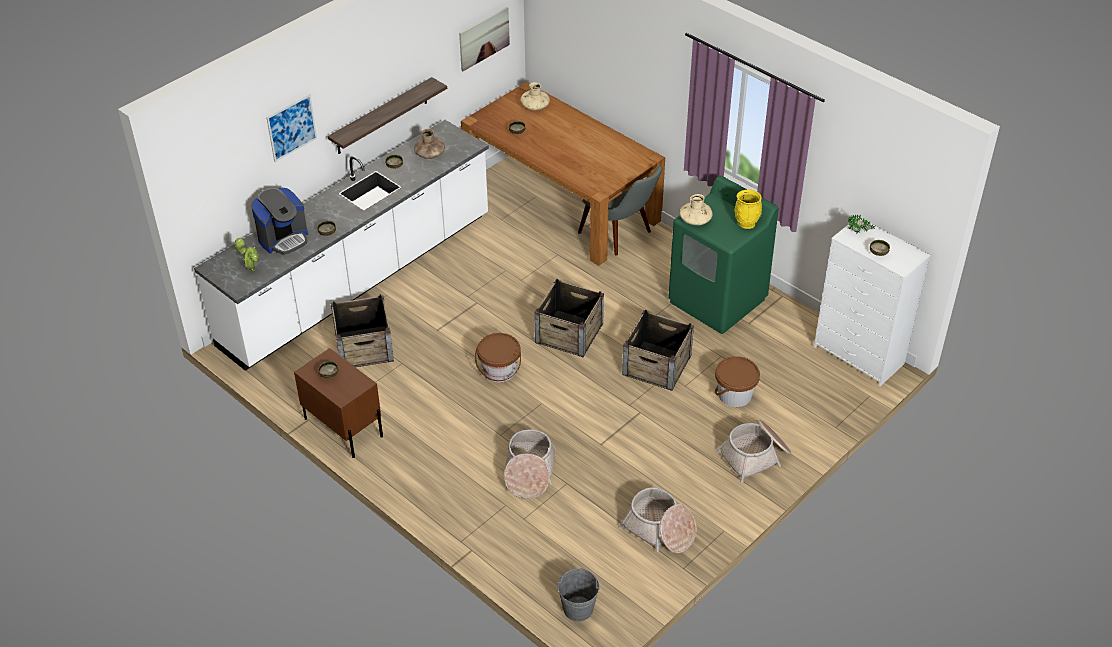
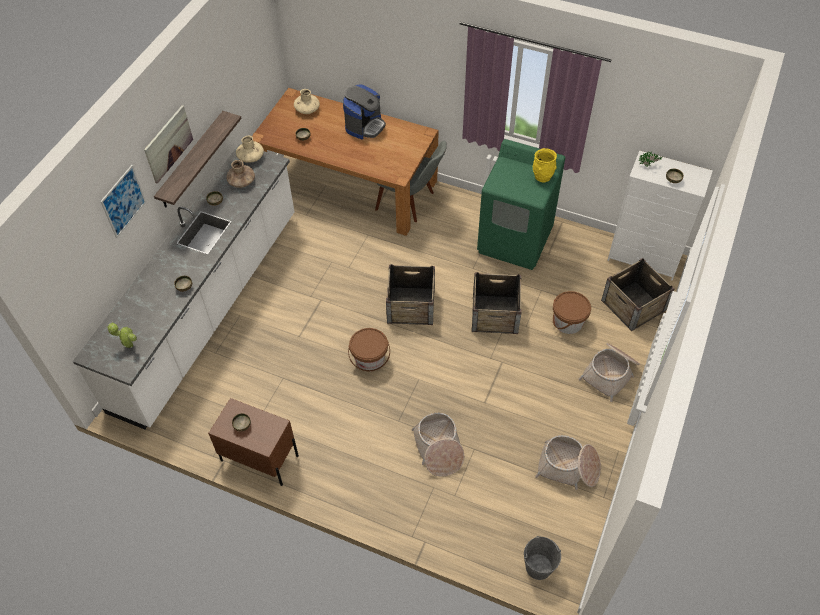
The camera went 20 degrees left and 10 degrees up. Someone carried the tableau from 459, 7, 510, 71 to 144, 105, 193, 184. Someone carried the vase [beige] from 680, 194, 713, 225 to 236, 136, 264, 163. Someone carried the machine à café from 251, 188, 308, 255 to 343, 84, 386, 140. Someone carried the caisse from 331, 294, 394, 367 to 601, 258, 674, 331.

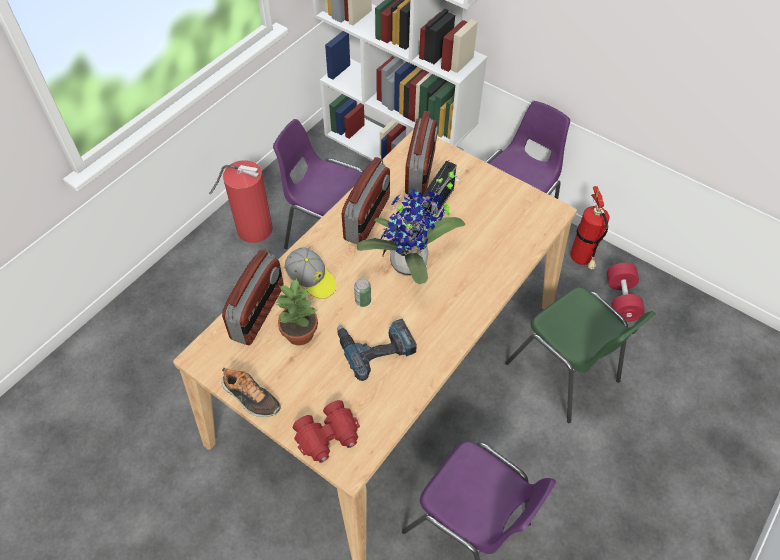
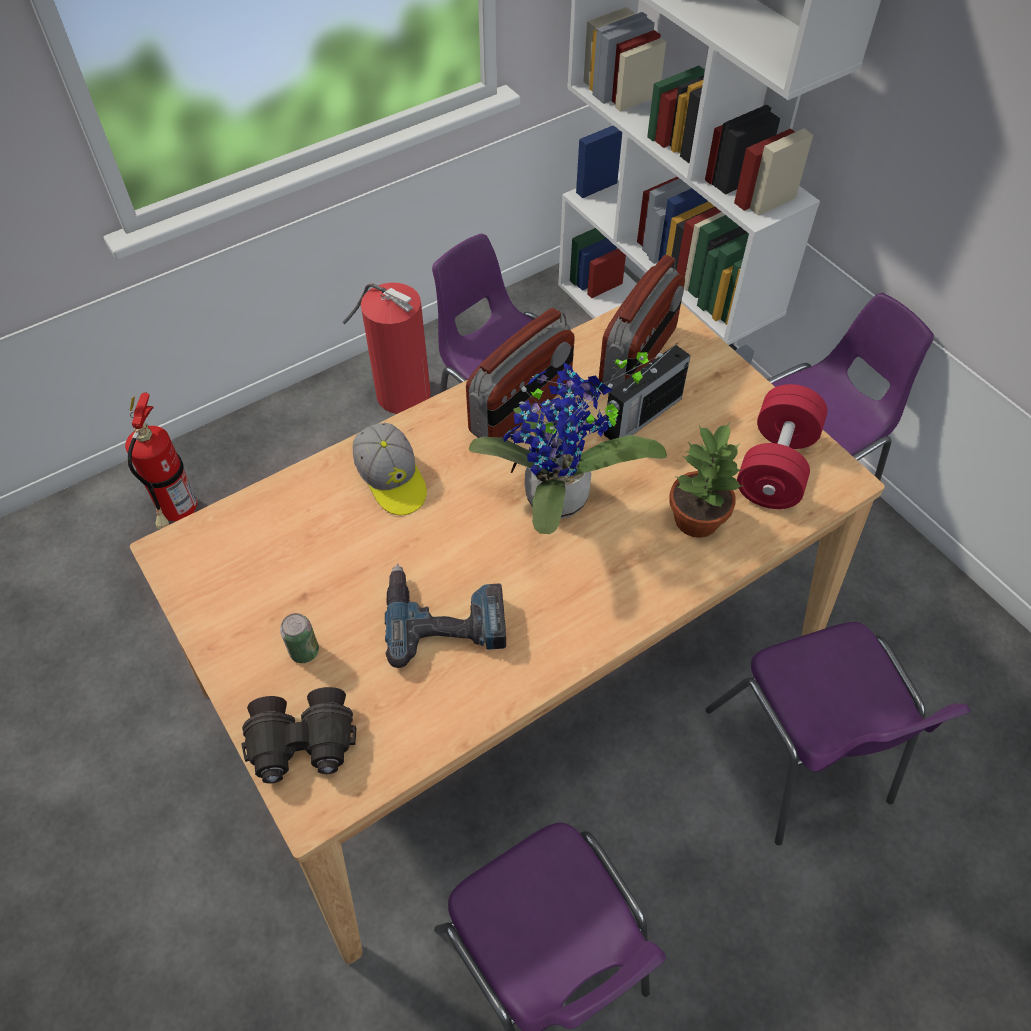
The camera went 20 degrees right and 0 degrees up. Someone carried the extincteur from 570, 186, 610, 269 to 125, 392, 197, 529. Someone repainted the jumelles [rouge] at 293, 400, 360, 463, which became the jumelles [noir] at 241, 687, 356, 784. Someone carried the boîte métallique from 354, 278, 371, 307 to 280, 613, 319, 663. Someone carried the plante en pot from 276, 278, 318, 345 to 669, 422, 743, 538. Someone repainted the chaise [vert] at 505, 287, 656, 423, which became the chaise [violet] at 706, 622, 971, 845. Someone carried the haltère [rouge] from 607, 263, 645, 322 to 737, 384, 827, 509. Someone took away the radio at 222, 249, 284, 345. Someone took away the chaussure at 222, 368, 281, 417.

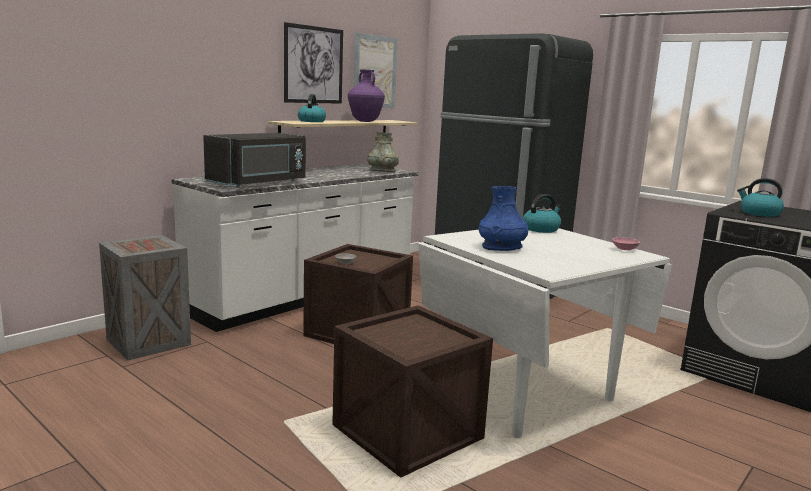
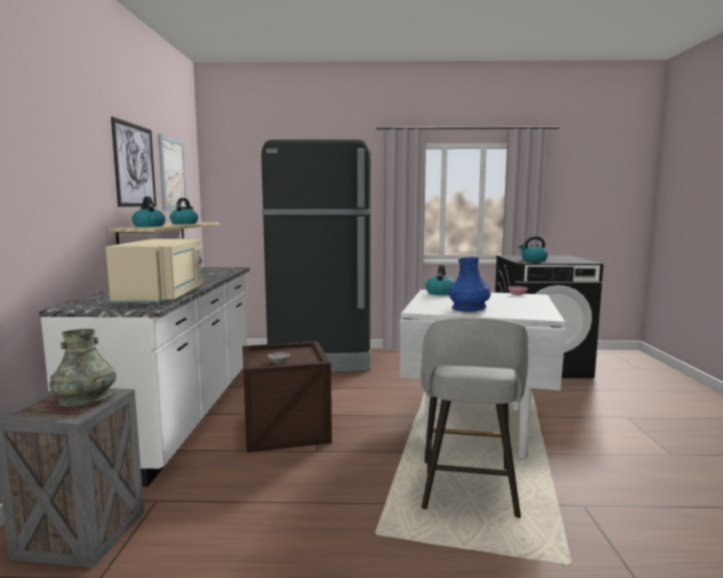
The camera went 40 degrees left and 5 degrees down. Someone carried the vase [gris] from 367, 132, 399, 172 to 49, 329, 116, 407. Someone repainted the micro-ondes [noir] at 203, 133, 306, 188, which became the micro-ondes [beige] at 106, 239, 203, 305. Someone swapped the vase [violet] at 348, 69, 385, 122 for the bouilloire at 170, 198, 198, 224. Someone swapped the caisse at 332, 305, 493, 478 for the tabouret [gris] at 421, 317, 528, 518.

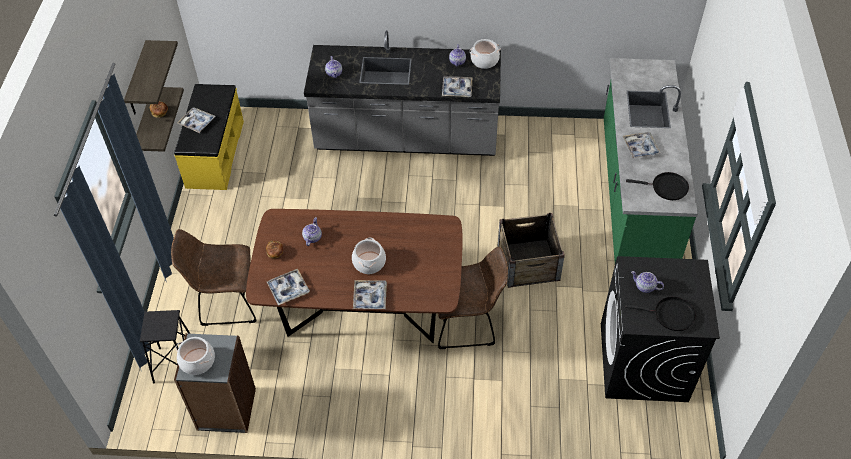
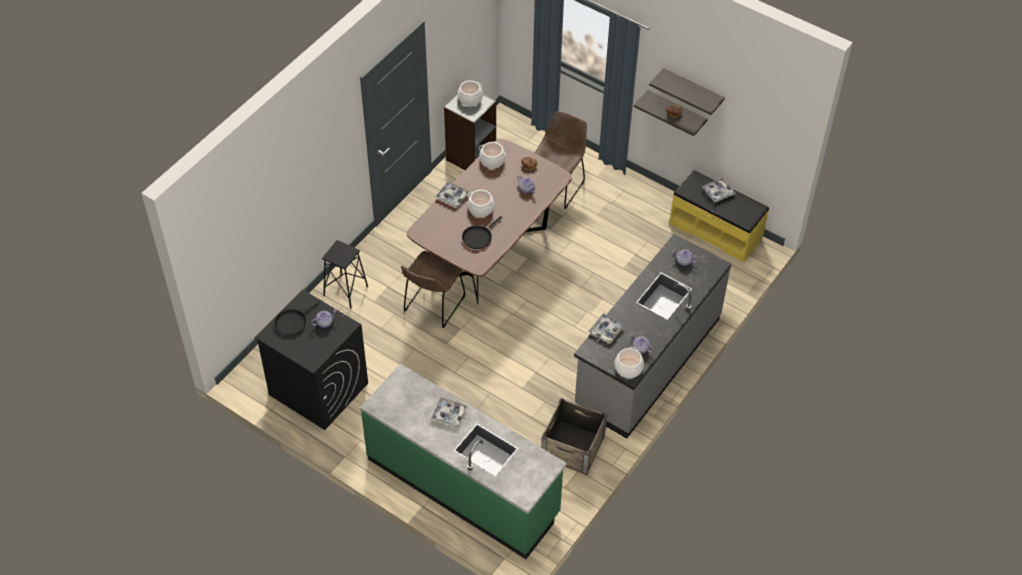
The camera went 120 degrees right and 0 degrees up. Someone carried the tabouret [noir] from 140, 310, 191, 383 to 322, 240, 368, 309. Someone carried the poêle [noir] from 626, 172, 689, 200 to 462, 216, 502, 249. Someone swapped the plateau at 267, 269, 310, 305 for the marmite at 479, 142, 506, 168. Someone carried the caisse from 498, 213, 565, 288 to 541, 398, 607, 475.

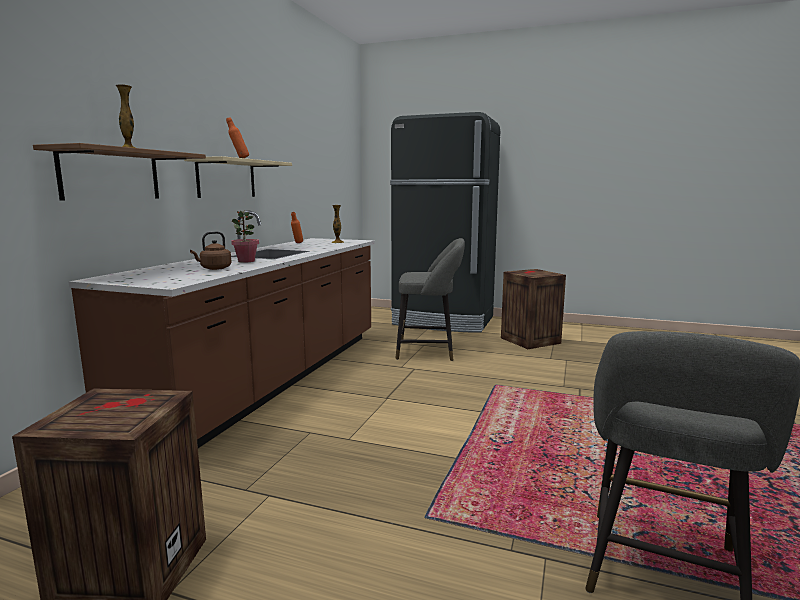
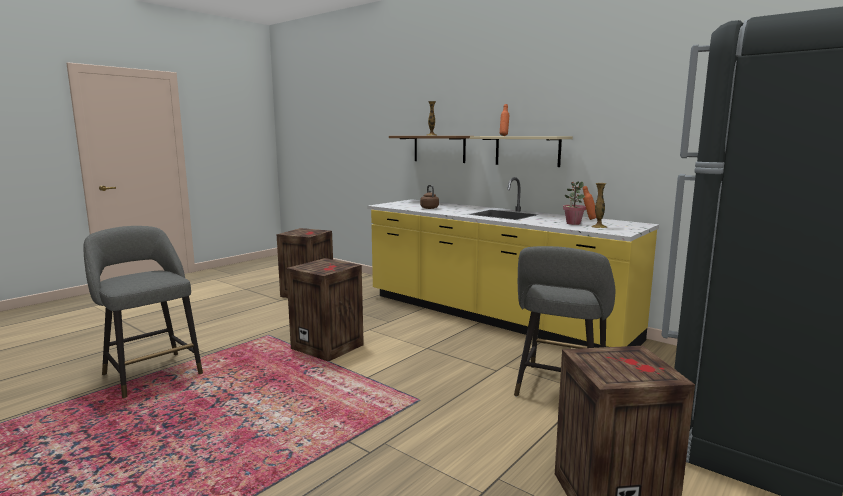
The camera went 110 degrees right and 0 degrees up. Someone put down the caisse at 286, 258, 364, 361. Someone repainted the comptoir de cuisine [marron] at 69, 210, 375, 448, which became the comptoir de cuisine [jaune] at 367, 177, 659, 348. Someone carried the plante en pot from 231, 210, 259, 263 to 563, 182, 586, 225.

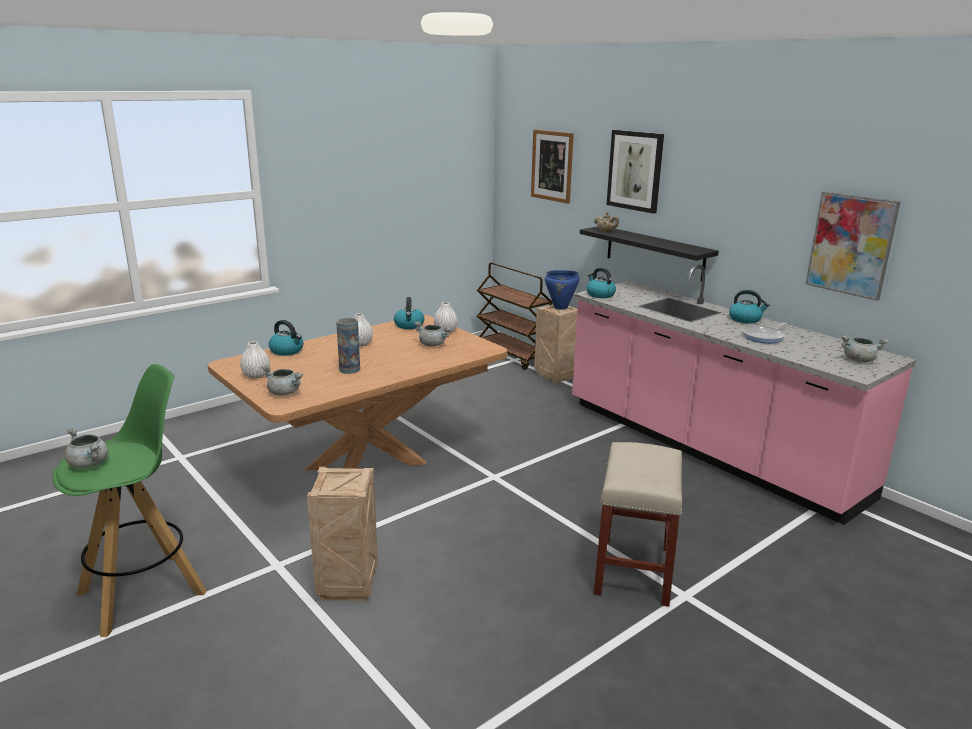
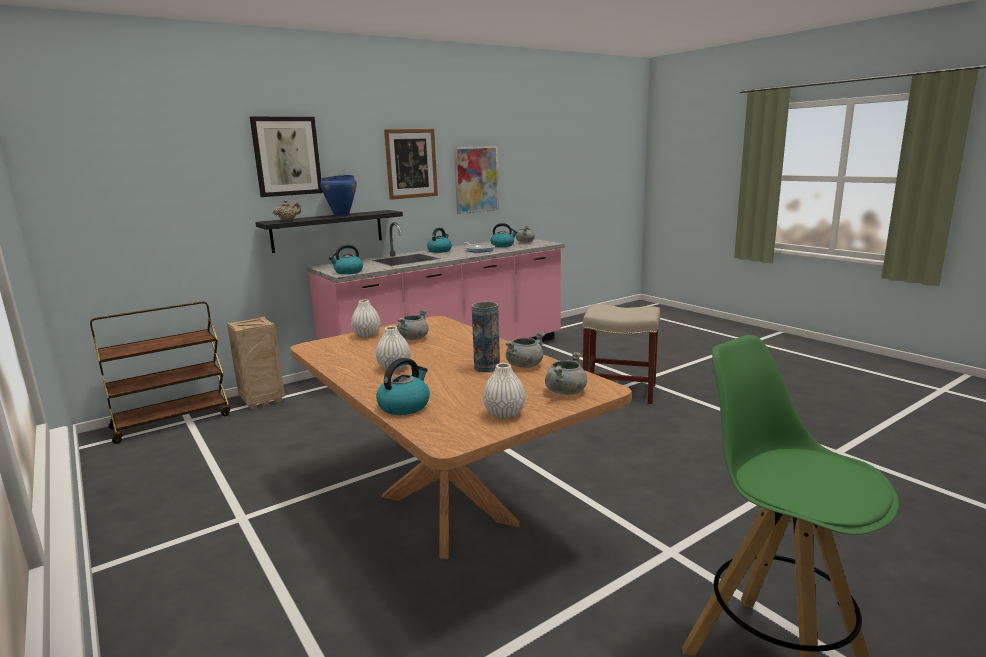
The camera went 85 degrees left and 5 degrees down. Someone carried the marmite [bleu] from 545, 270, 580, 309 to 320, 175, 357, 216. Someone carried the tableau from 531, 129, 574, 204 to 384, 129, 438, 200. Someone carried the bouilloire from 394, 297, 425, 329 to 491, 223, 518, 247. Someone carried the marmite [gris] from 65, 428, 108, 468 to 506, 332, 545, 368. Someone took away the caisse at 307, 467, 378, 601.

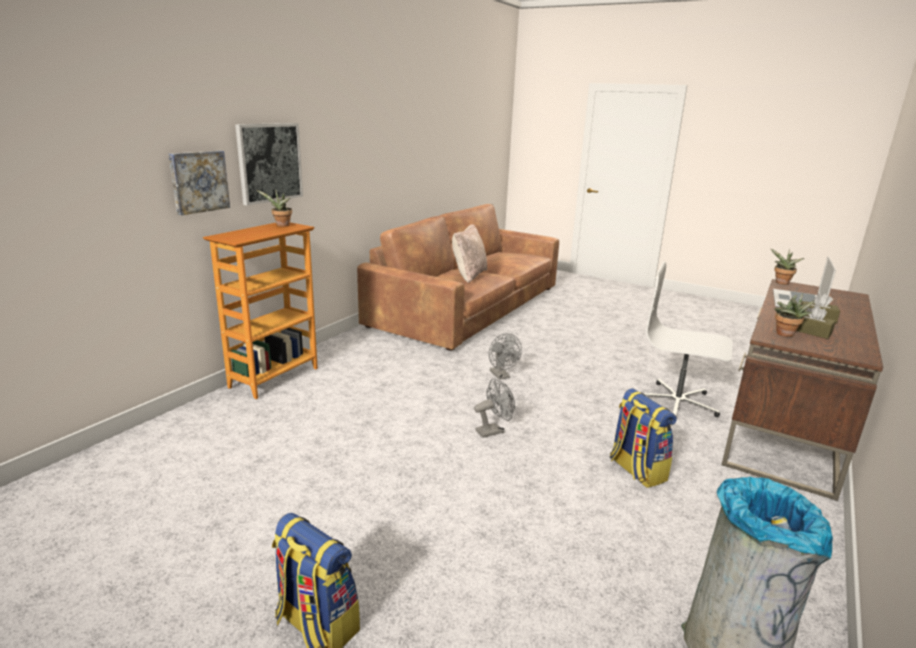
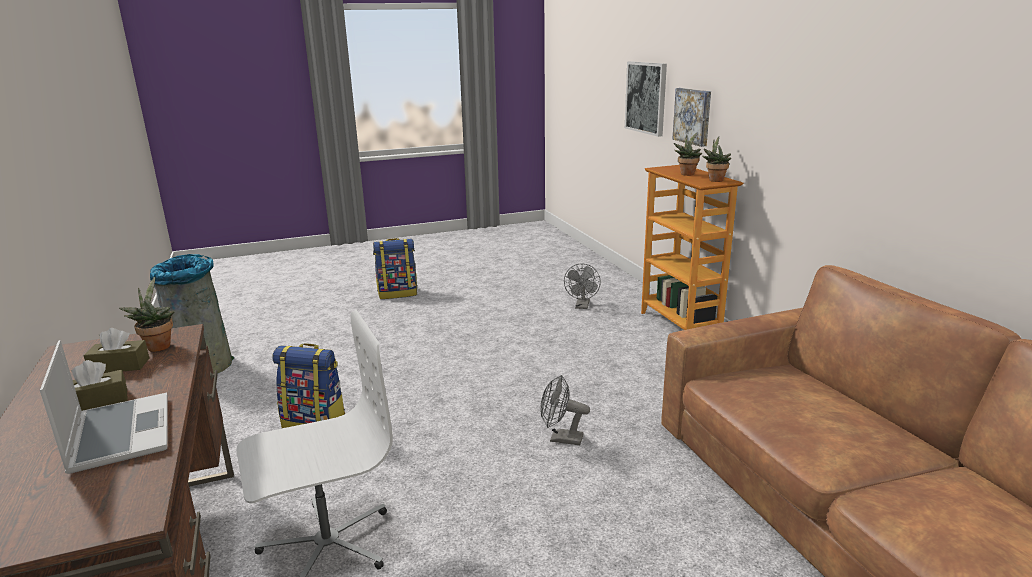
The camera went 130 degrees right and 0 degrees up. Someone carried the ventilateur [gris] from 474, 378, 515, 438 to 564, 263, 601, 309. Someone carried the tableau from 235, 123, 303, 206 to 625, 61, 667, 137. Someone carried the plante en pot from 771, 249, 805, 285 to 673, 133, 702, 176. Someone took away the coussin [beige] at 452, 224, 487, 283.

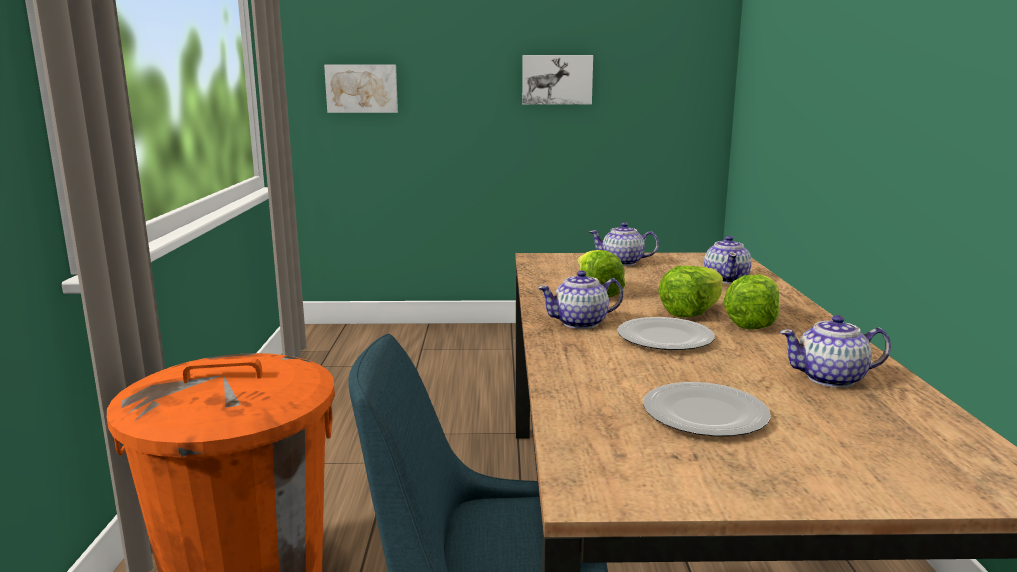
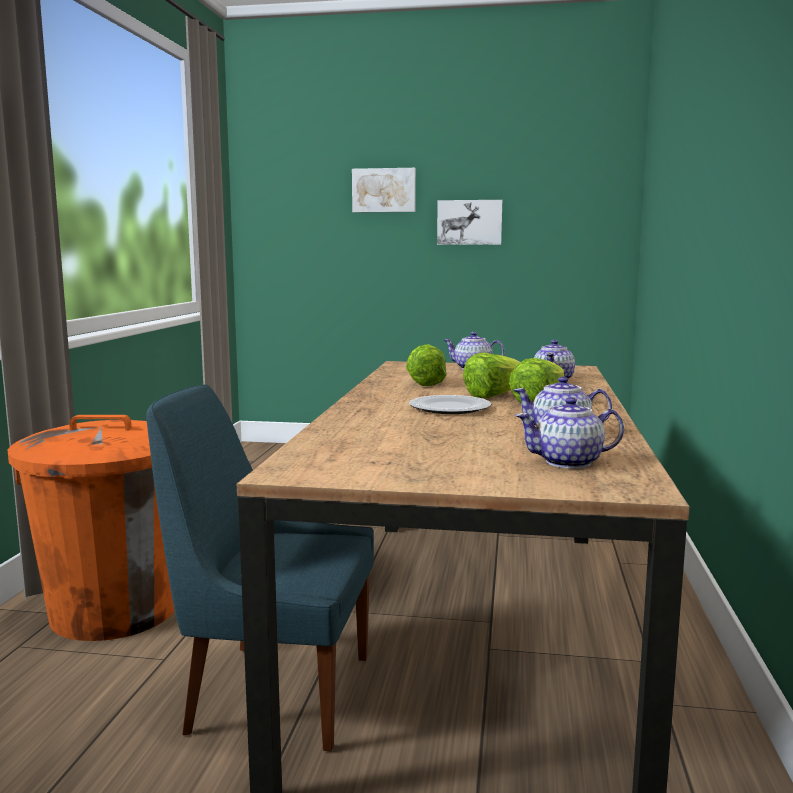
The camera went 10 degrees right and 5 degrees down. Someone carried the tableau from 324, 64, 398, 113 to 352, 168, 416, 213. Someone carried the théière from 538, 270, 623, 329 to 515, 397, 624, 469. Someone took away the assiette at 643, 382, 771, 437.

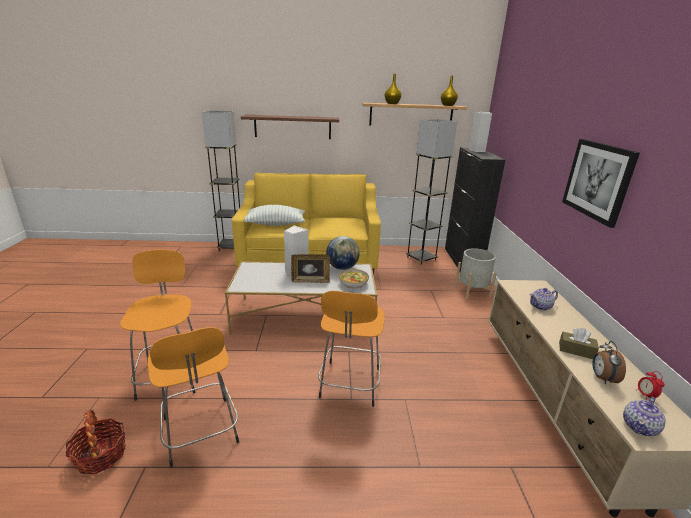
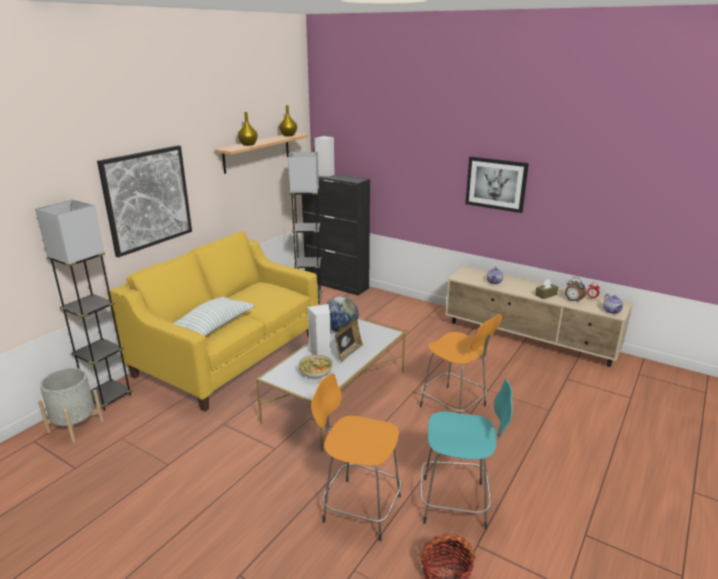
The camera went 55 degrees left and 0 degrees up. Someone carried the cache-pot [gris] from 455, 249, 497, 299 to 38, 368, 104, 443. Someone swapped the étagère [marron] at 241, 115, 339, 139 for the tableau at 97, 145, 192, 257. Someone carried the bol from 339, 269, 369, 289 to 298, 355, 332, 379. Someone repainted the tabouret [orange] at 147, 327, 239, 468, which became the tabouret [turquoise] at 421, 379, 513, 530.

